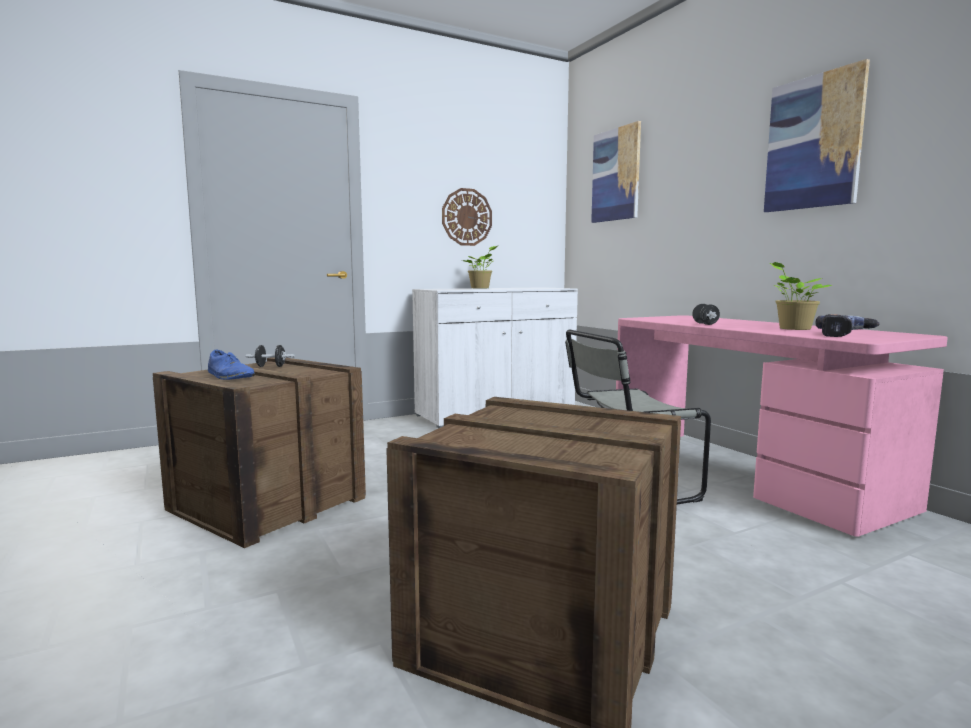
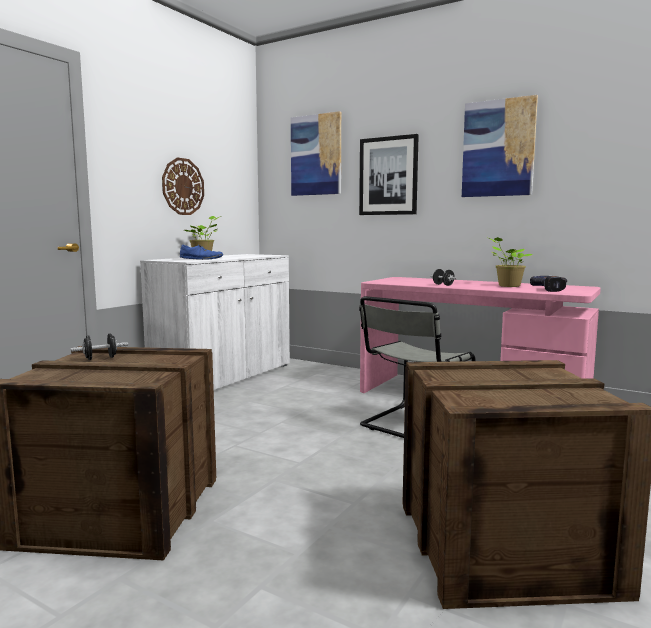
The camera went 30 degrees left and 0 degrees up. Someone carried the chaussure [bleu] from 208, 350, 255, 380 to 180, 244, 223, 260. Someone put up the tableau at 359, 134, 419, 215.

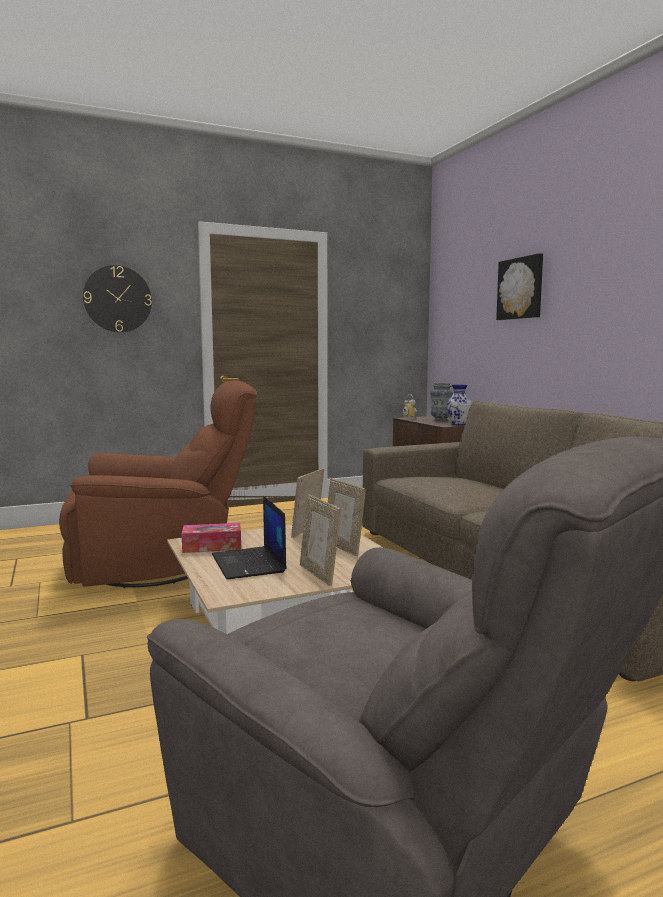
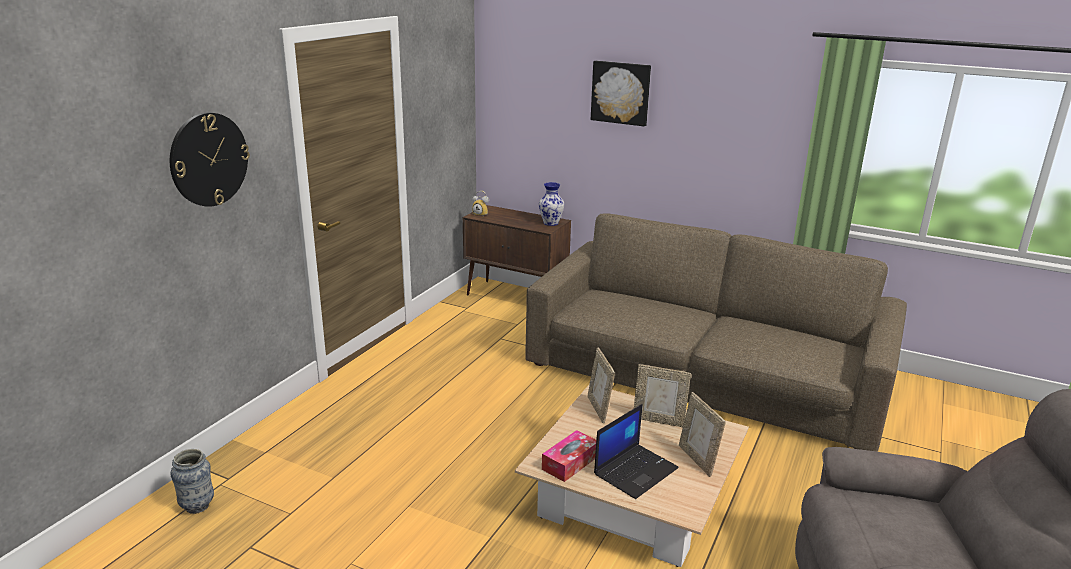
The camera went 40 degrees left and 15 degrees up. Someone carried the vase from 431, 383, 453, 421 to 171, 449, 214, 514. Someone rotated the ordinateur portable at 212, 496, 287, 579 by 75 degrees counterclockwise. Someone rotated the cadre photo at 300, 495, 341, 586 by 45 degrees clockwise. Someone took away the fauteuil [marron] at 59, 380, 257, 588.

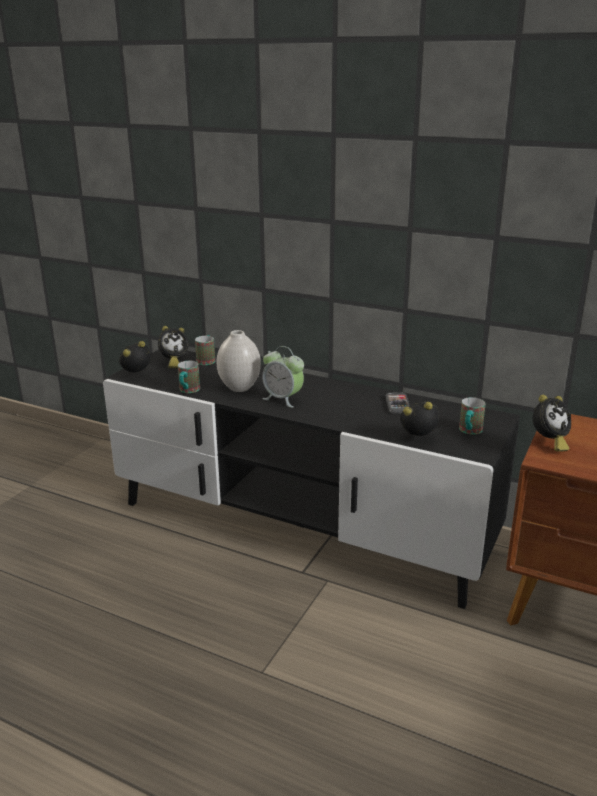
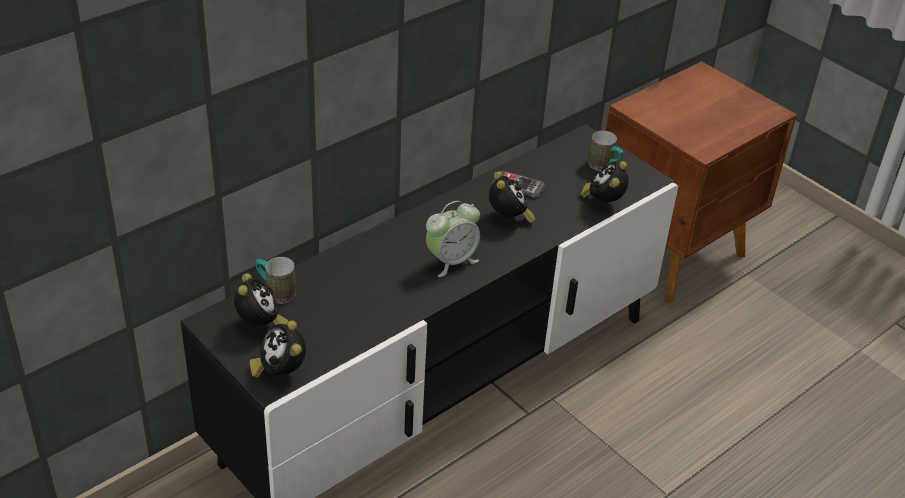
The camera went 70 degrees left and 15 degrees up. Someone carried the réveil from 533, 395, 571, 452 to 489, 171, 535, 224. Someone took away the mug at 178, 361, 200, 393. Someone took away the vase [blanc] at 216, 330, 261, 392.

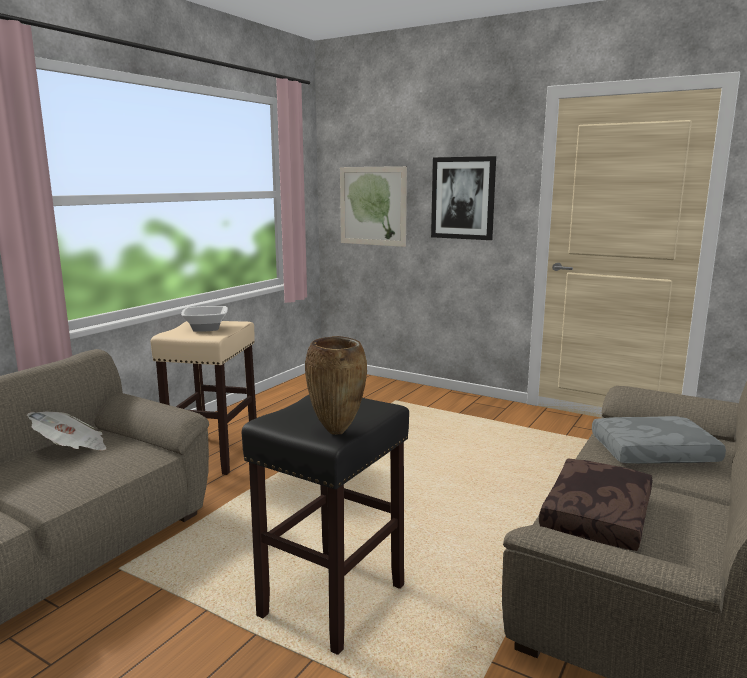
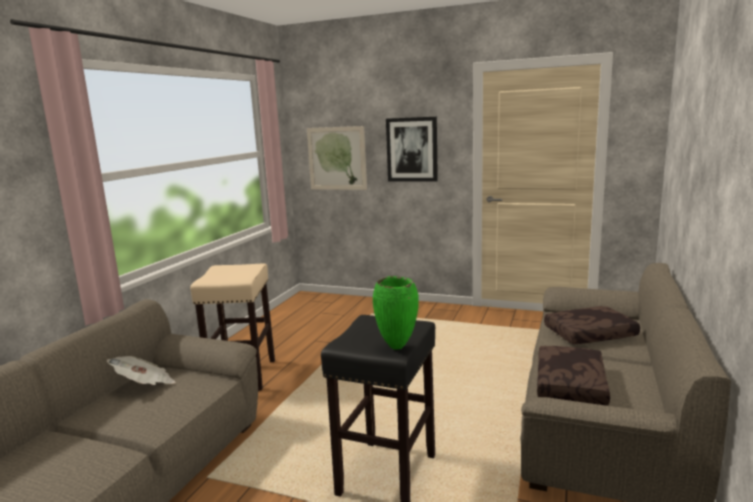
The camera went 10 degrees left and 0 degrees up. Someone repainted the vase [marron] at 305, 336, 367, 435, which became the vase [vert] at 373, 276, 419, 350. Someone repainted the coussin [gris] at 592, 416, 726, 464, which became the coussin [marron] at 544, 306, 640, 344. Someone took away the bol at 181, 306, 228, 332.

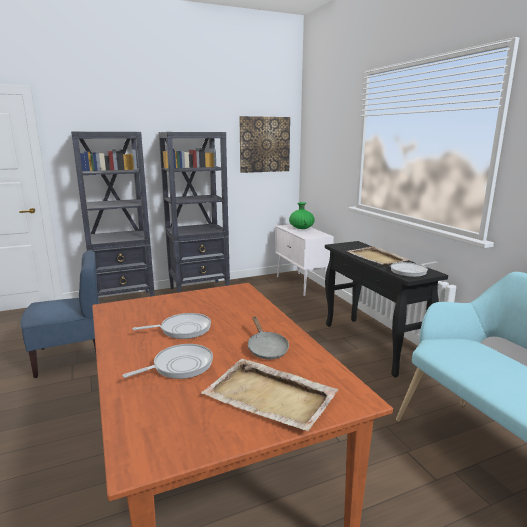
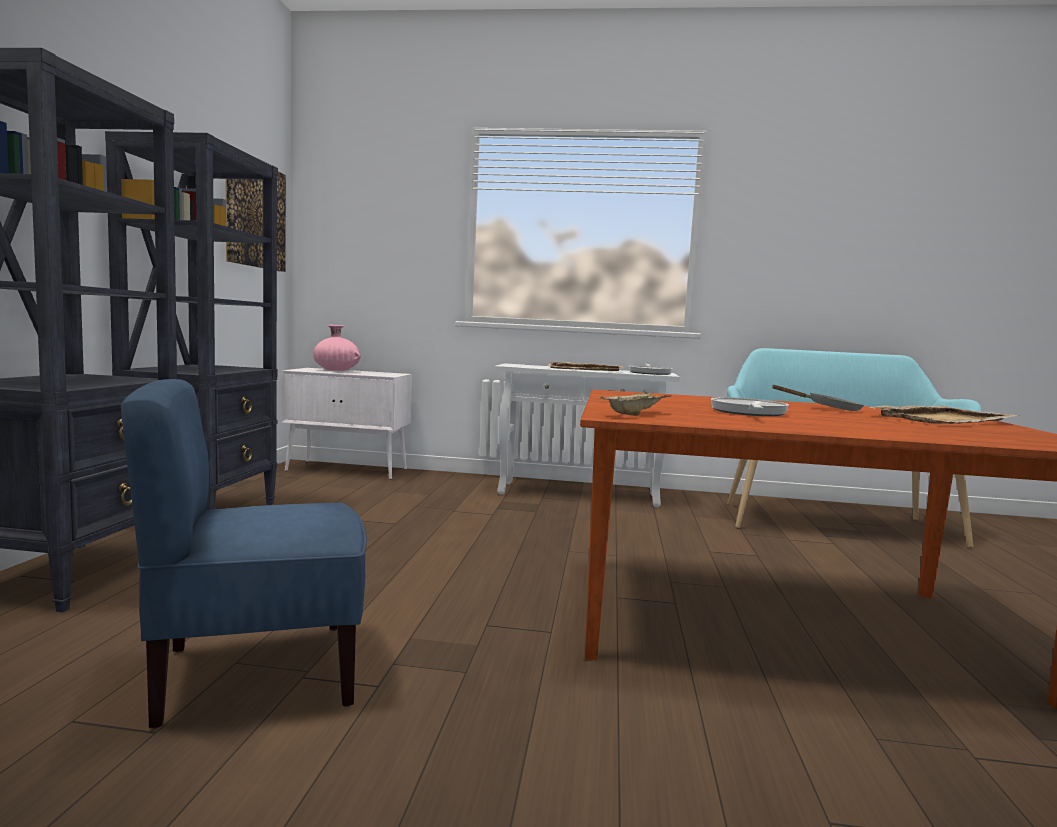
The camera went 60 degrees left and 10 degrees down. Someone rotated the chaise [bleu] at 20, 251, 99, 378 by 120 degrees counterclockwise. Someone repainted the vase [vert] at 289, 202, 315, 229, which became the vase [rose] at 313, 325, 361, 371. Someone repainted the table console [noir] at 325, 241, 448, 378, which became the table console [blanc] at 494, 363, 680, 507. Someone put down the plateau [beige] at 600, 390, 672, 416. Someone took away the poêle at 122, 344, 213, 379.

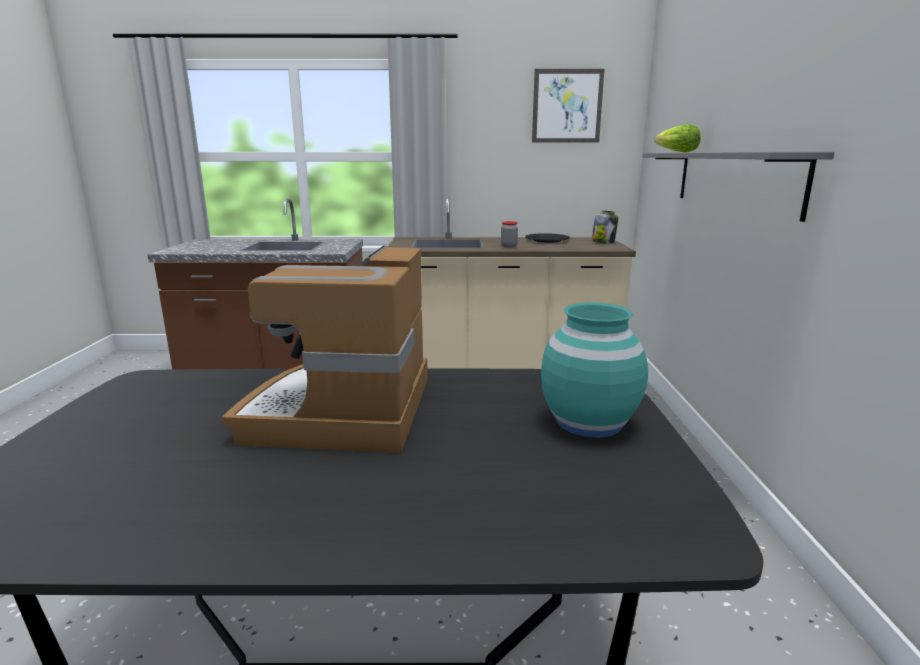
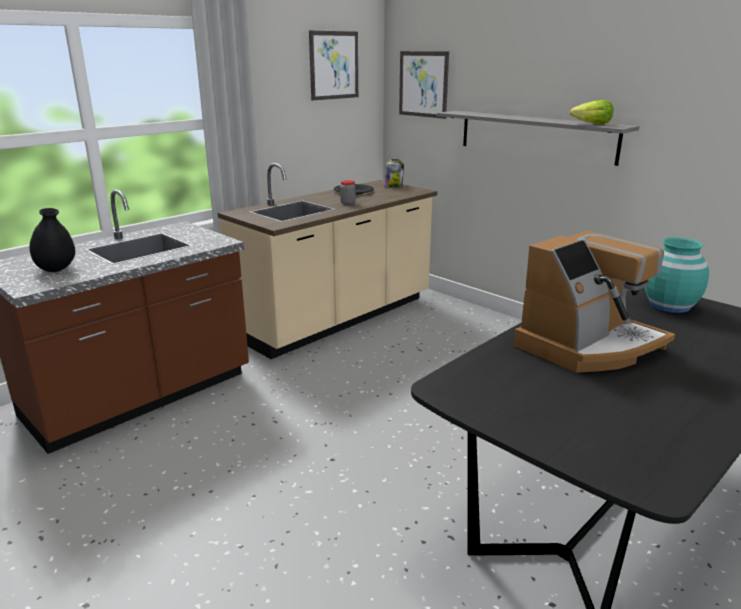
The camera went 45 degrees left and 5 degrees up. Someone put down the vase [noir] at 29, 208, 75, 272. Someone put up the tableau at 399, 51, 449, 119. Someone rotated the machine à café at 221, 245, 428, 453 by 90 degrees counterclockwise. Someone carried the laitue from 654, 124, 701, 152 to 570, 100, 613, 124.

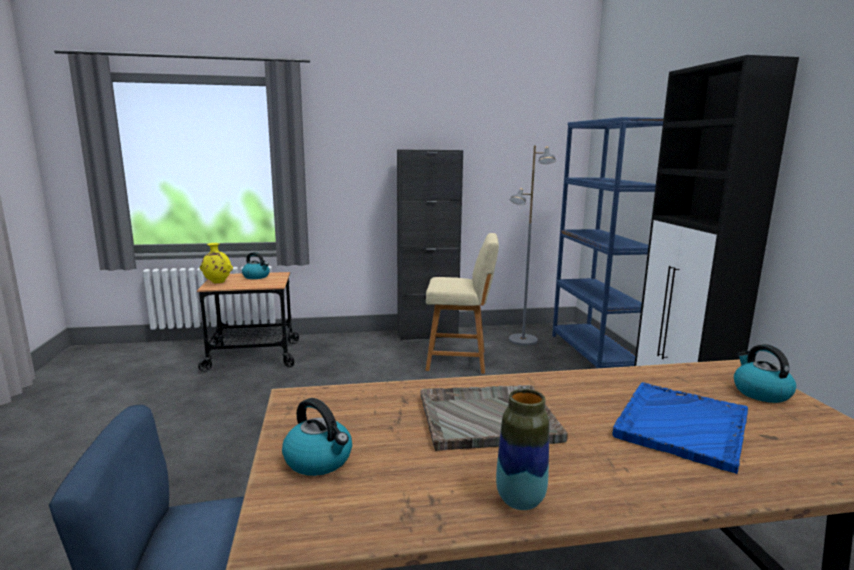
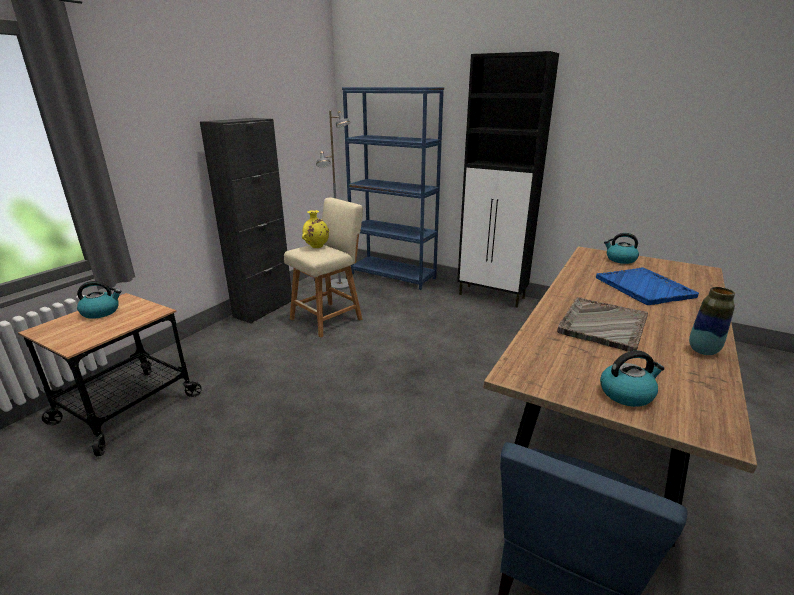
The camera went 50 degrees left and 10 degrees up. Someone carried the vase [jaune] from 200, 243, 233, 283 to 302, 210, 329, 248.

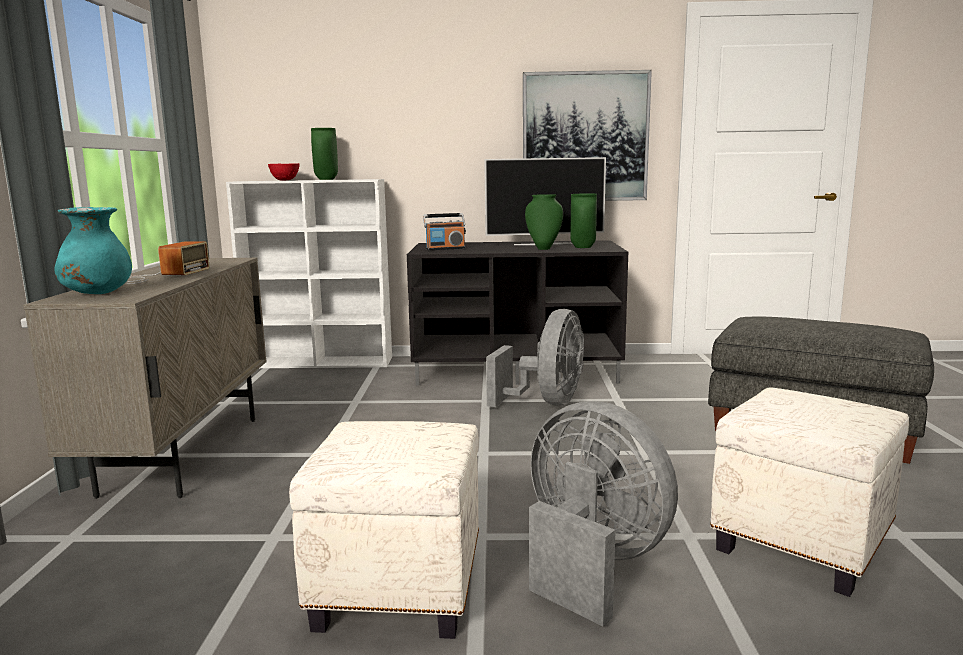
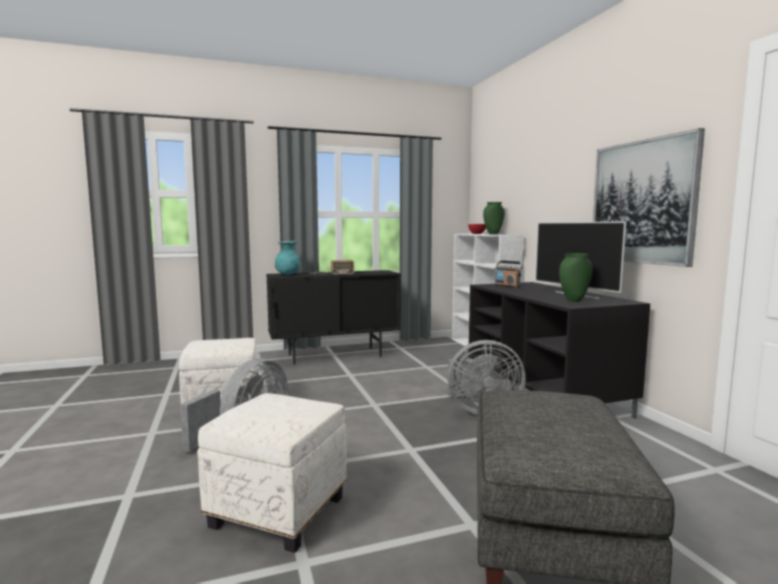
The camera went 70 degrees right and 5 degrees down. Someone repainted the meuble de rangement [beige] at 23, 258, 267, 499, which became the meuble de rangement [noir] at 266, 270, 401, 365. Someone took away the vase [vert] at 525, 194, 563, 250.

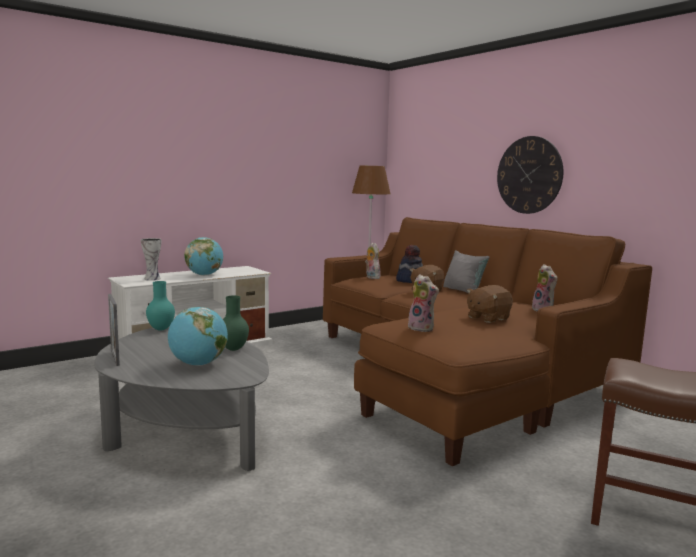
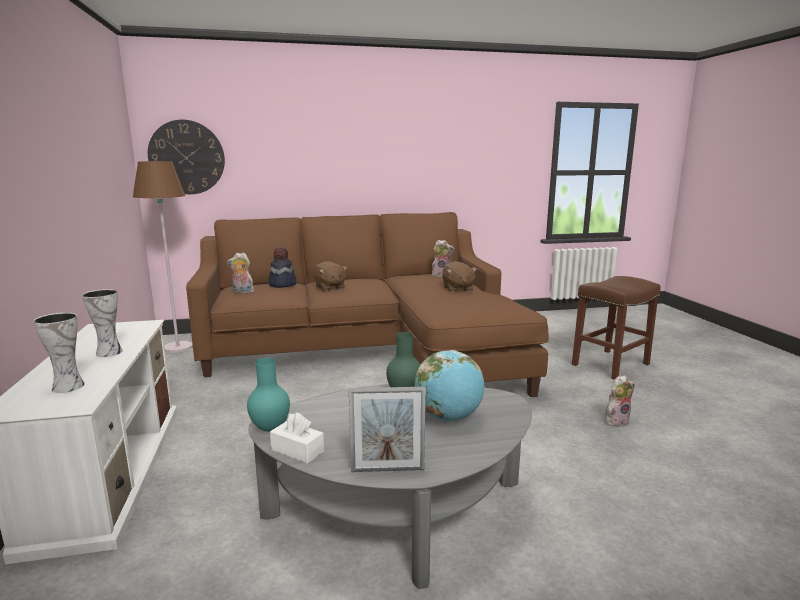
The camera went 65 degrees left and 5 degrees up. Someone swapped the globe at 184, 237, 223, 276 for the vase at 82, 289, 123, 357. Someone carried the horloge murale from 497, 136, 563, 214 to 148, 120, 225, 194. Someone put down the boîte à mouchoirs [blanc] at 270, 413, 324, 463. Someone carried the peluche from 408, 274, 439, 332 to 605, 375, 635, 427. Someone took away the coussin [gris] at 443, 250, 490, 293.

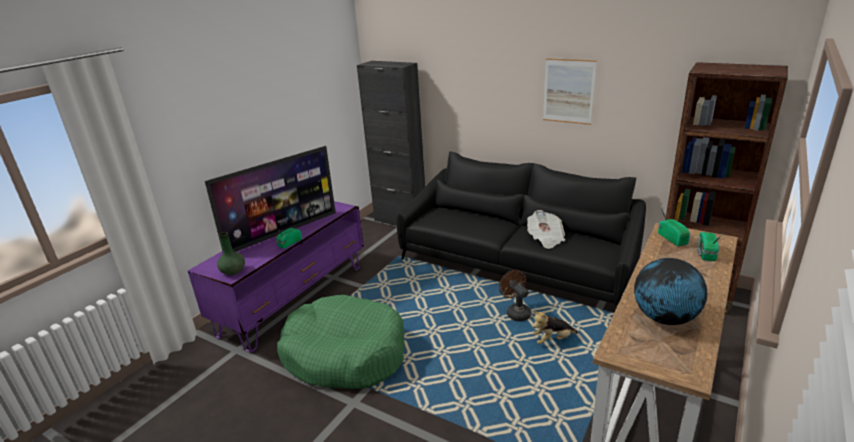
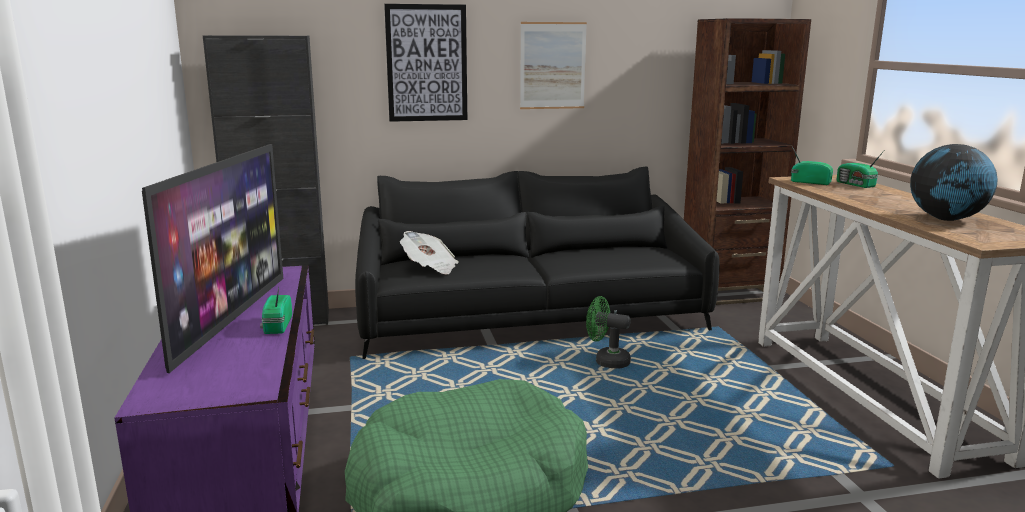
The camera went 45 degrees left and 10 degrees down. Someone put up the tableau at 384, 4, 467, 122. Someone carried the journal from 527, 210, 565, 249 to 400, 231, 458, 275. Someone repainted the ventilateur [marron] at 499, 270, 531, 321, which became the ventilateur [vert] at 586, 296, 631, 369. Someone took away the vase [vert] at 217, 232, 245, 275. Someone took away the peluche at 533, 311, 578, 344.

